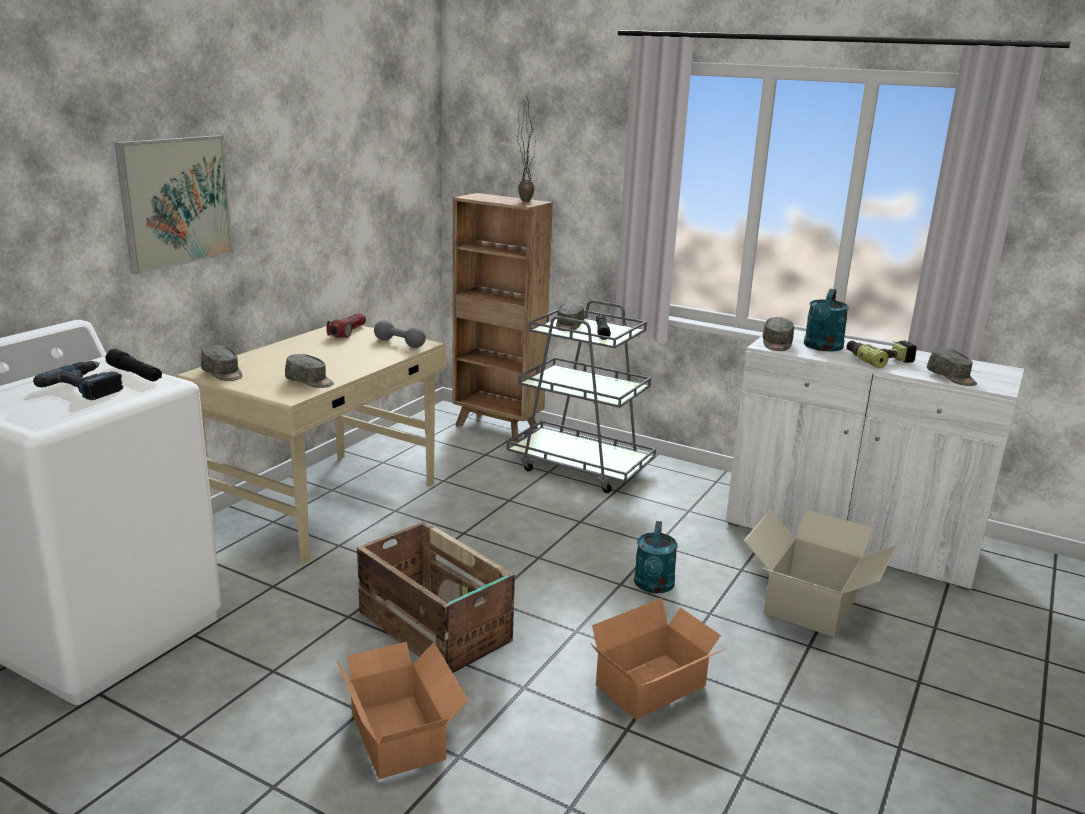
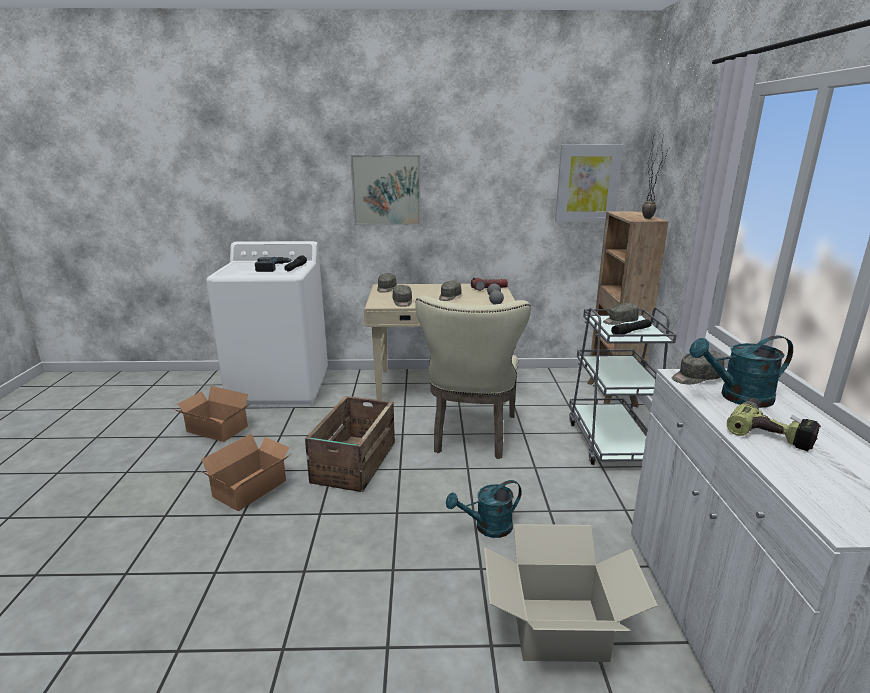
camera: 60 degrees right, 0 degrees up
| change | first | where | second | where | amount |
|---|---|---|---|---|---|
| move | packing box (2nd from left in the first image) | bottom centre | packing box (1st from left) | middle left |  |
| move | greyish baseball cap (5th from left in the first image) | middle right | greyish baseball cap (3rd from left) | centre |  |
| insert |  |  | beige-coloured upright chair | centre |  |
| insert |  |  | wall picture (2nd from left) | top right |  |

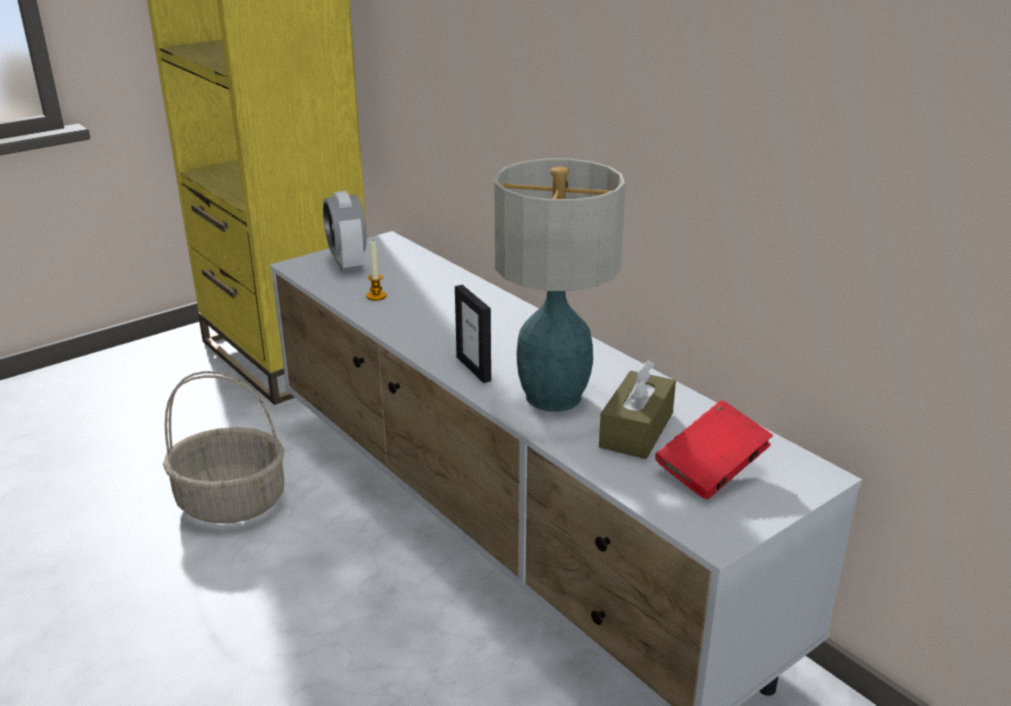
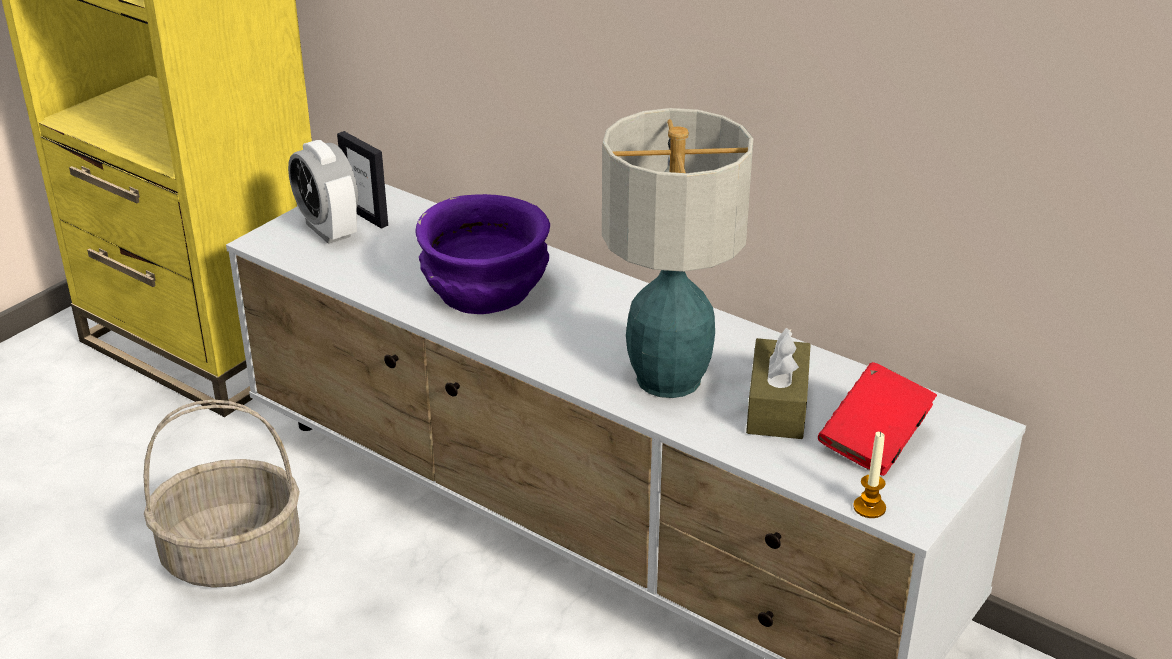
camera: 15 degrees left, 5 degrees up
| change | first | where | second | where | amount |
|---|---|---|---|---|---|
| move | candle | centre |  | bottom right |  |
| move | picture frame | centre |  | top left |  |
| insert |  |  | purple-coloured bowl | centre |  |

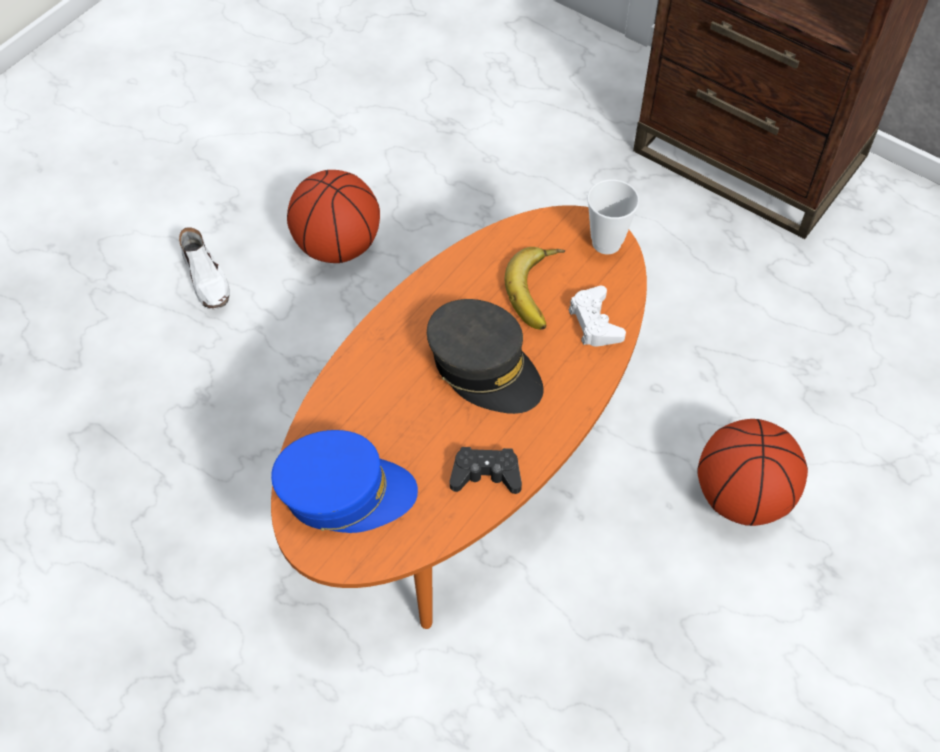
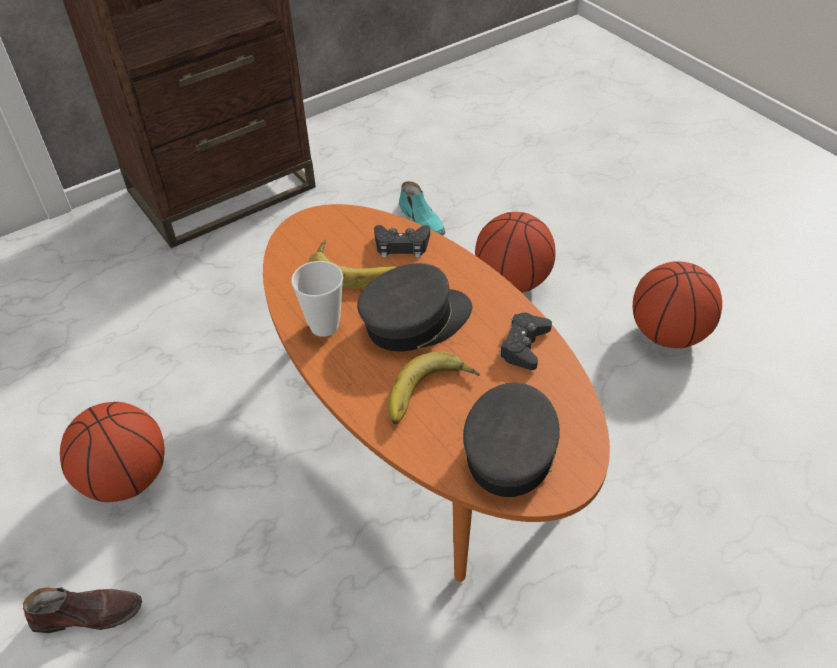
camera: 70 degrees left, 10 degrees down
| change | first | where | second | where | amount |
|---|---|---|---|---|---|
| recolor | whitish low shoe | middle left | brownish low shoe | bottom left |  |
| recolor | blue baseball cap | centre | greyish baseball cap (2nd from left) | centre |  |
| recolor | whitish gamepad | centre | black gamepad (1st from left) | centre |  |
| move | small cup | top centre |  | centre |  |
| insert |  |  | whole banana (2nd from left) | centre |  |
| insert |  |  | blue-green low shoe | top centre |  |
| insert |  |  | ball for basketball (3rd from left) | middle right |  |

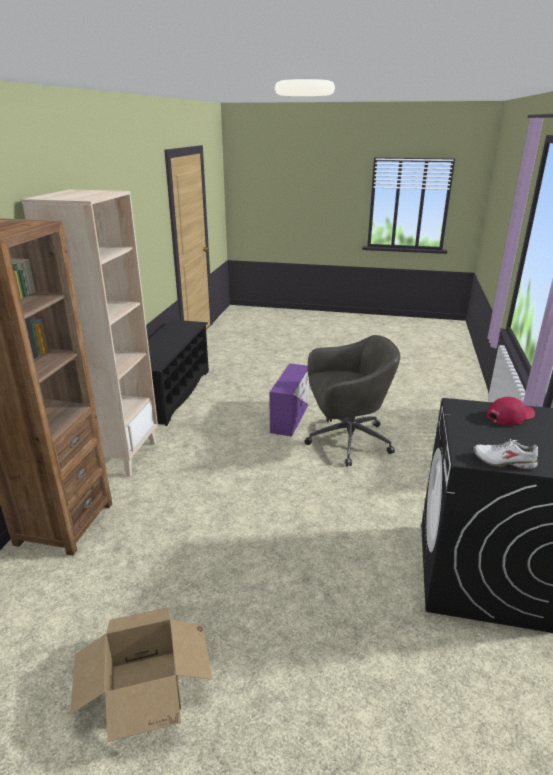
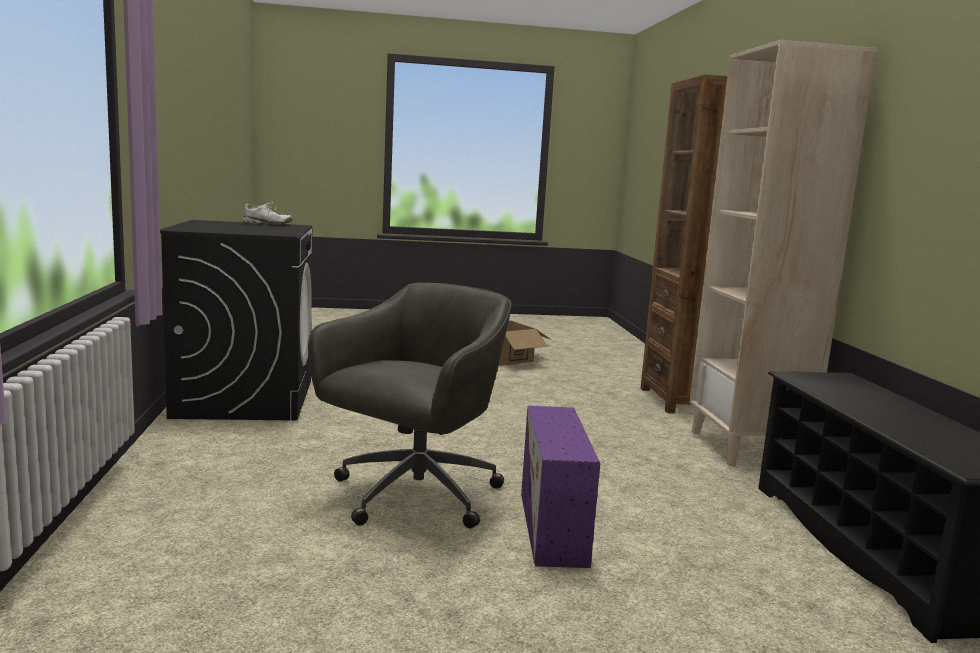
camera: 160 degrees right, 15 degrees down
| change | first | where | second | where | amount |
|---|---|---|---|---|---|
| rotate | greyish desk chair | centre |  | centre | 150 degrees clockwise |
| delete | red baseball cap | middle right |  |  |  |

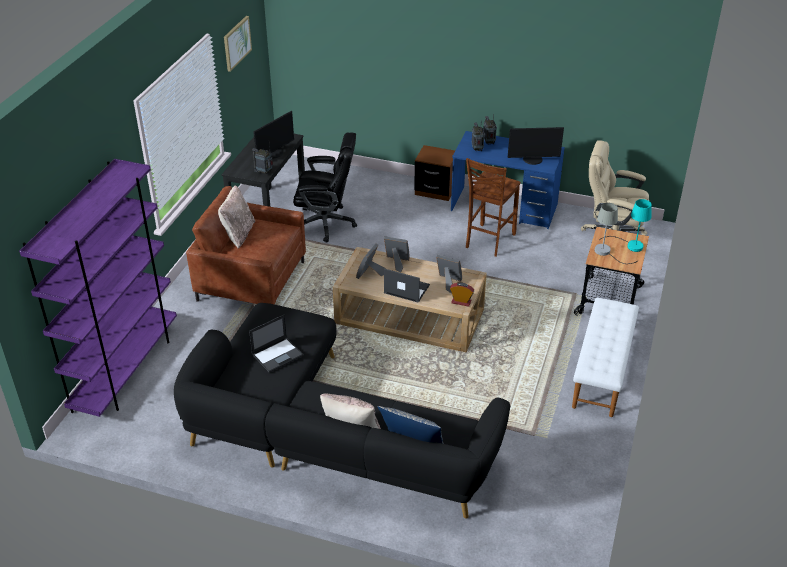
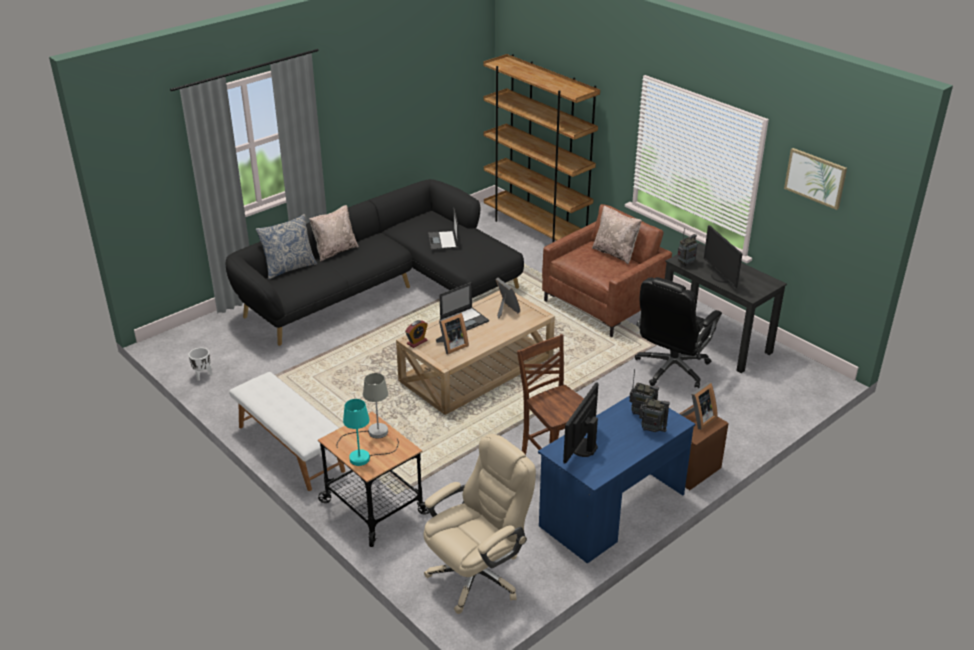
camera: 120 degrees right, 5 degrees down
| change | first | where | second | where | amount |
|---|---|---|---|---|---|
| recolor | purple-coloured bookcase | middle left | brownish bookcase | top centre |  |
| move | picture frame (2nd from left in the first image) | centre | picture frame (3rd from left) | middle right |  |
| insert |  |  | whitish plant pot | middle left |  |

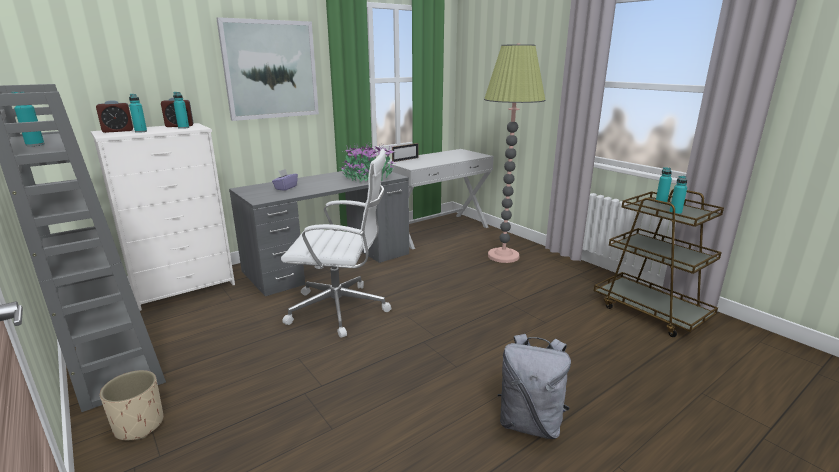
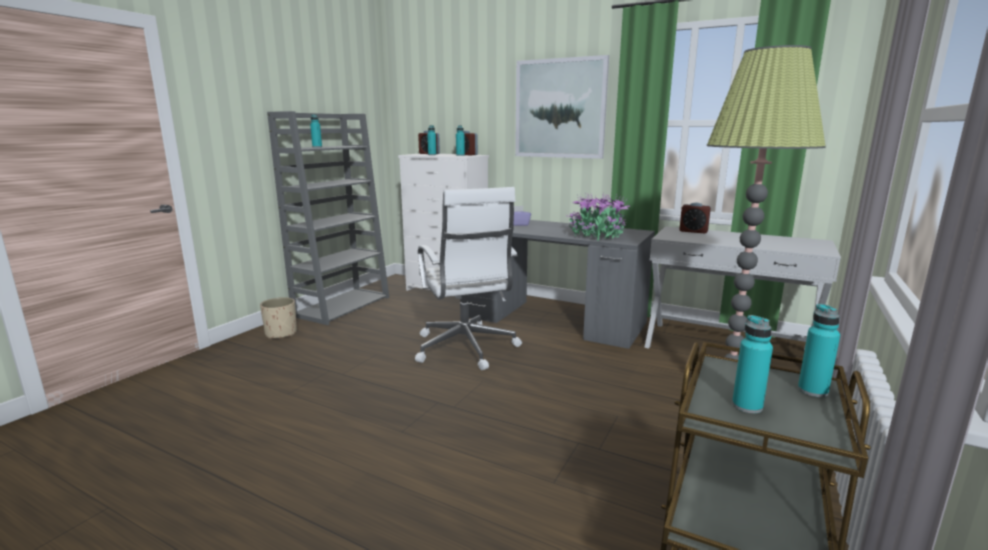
camera: 65 degrees right, 5 degrees down
| change | first | where | second | where | amount |
|---|---|---|---|---|---|
| replace | picture frame | top centre | bedside clock (3rd from left) | middle right |  |
| delete | greyish rucksack | bottom centre |  |  |  |

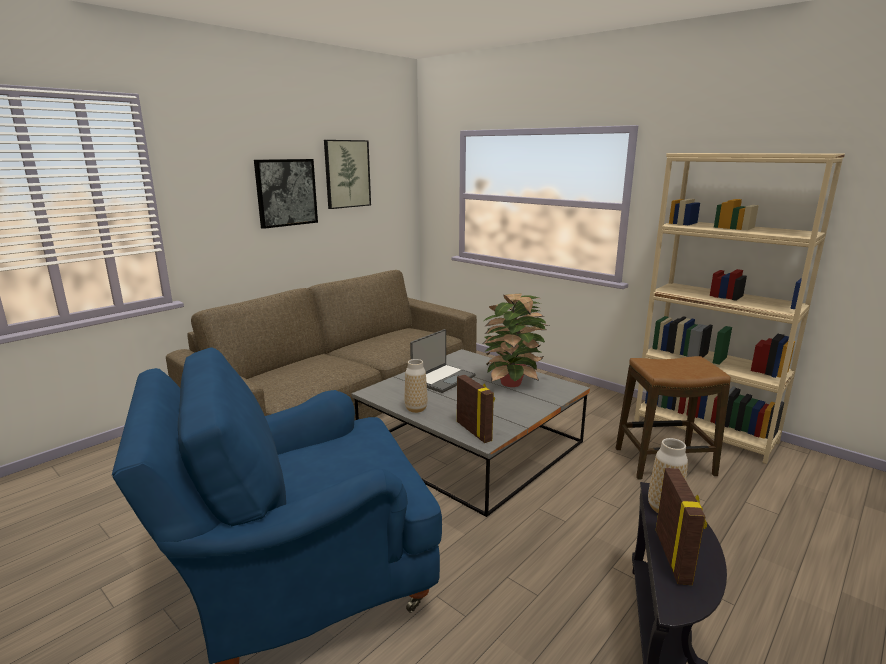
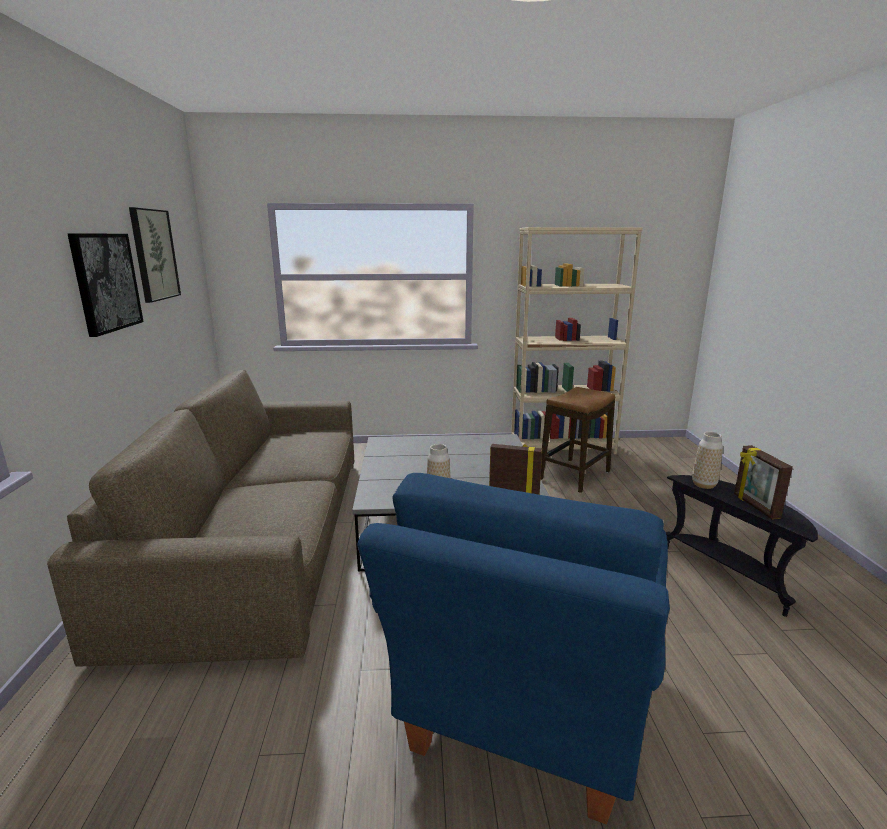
camera: 45 degrees left, 0 degrees up
| change | first | where | second | where | amount |
|---|---|---|---|---|---|
| delete | portable computer | centre |  |  |  |
| delete | plant in a pot | centre |  |  |  |
| rotate | picture frame (2nd from left) | bottom right |  | middle right | 150 degrees counterclockwise |

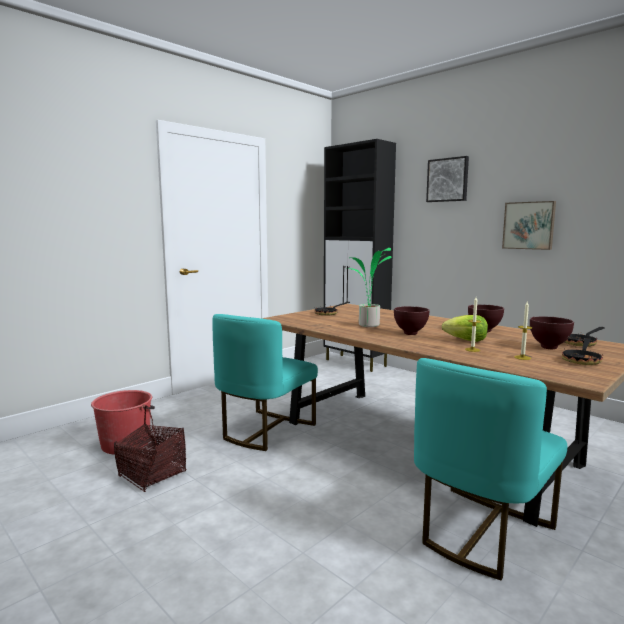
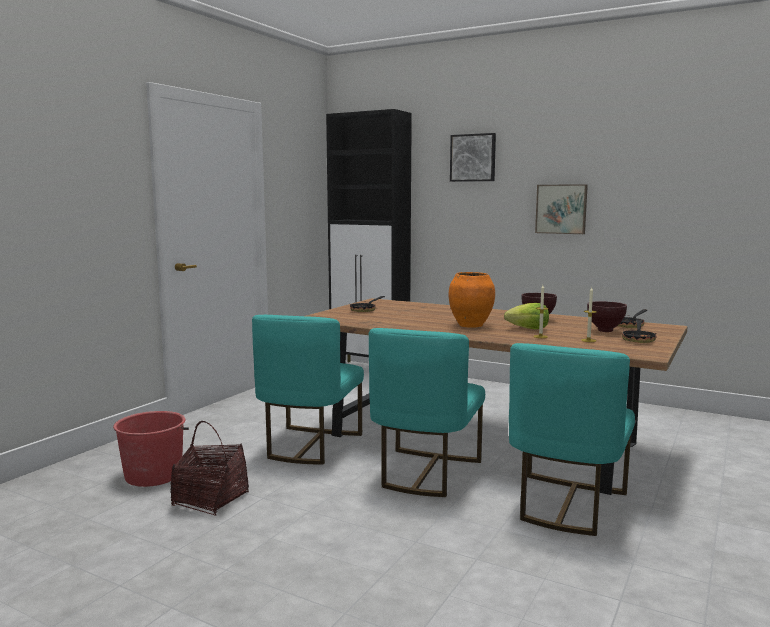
camera: 15 degrees left, 0 degrees up
| change | first | where | second | where | amount |
|---|---|---|---|---|---|
| delete | plant in a pot | centre |  |  |  |
| replace | brownish bowl (1st from left) | centre | orange flower vase | centre |  |
| insert |  |  | blue-green upright chair (2nd from left) | centre |  |

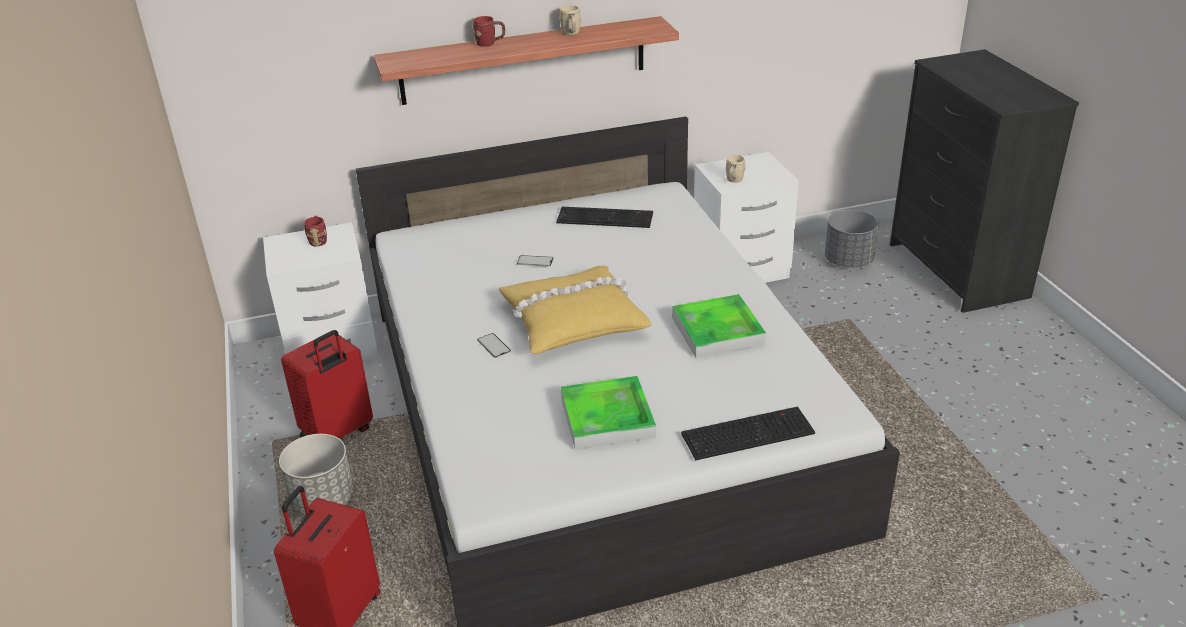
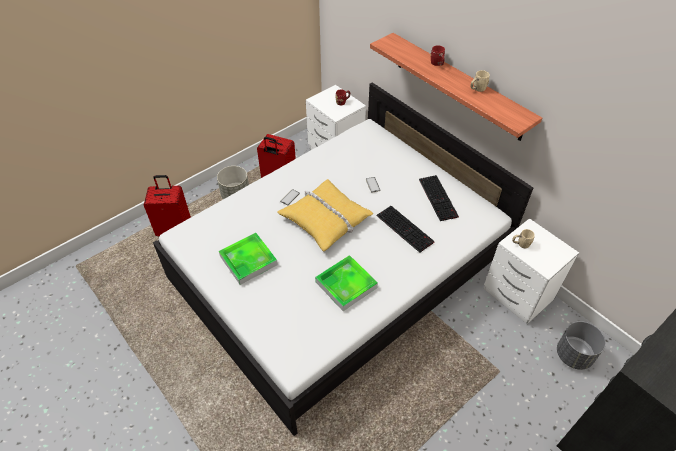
camera: 65 degrees right, 15 degrees up
| change | first | where | second | where | amount |
|---|---|---|---|---|---|
| move | computer keyboard (2nd from left in the first image) | bottom centre | computer keyboard (1st from left) | centre |  |

